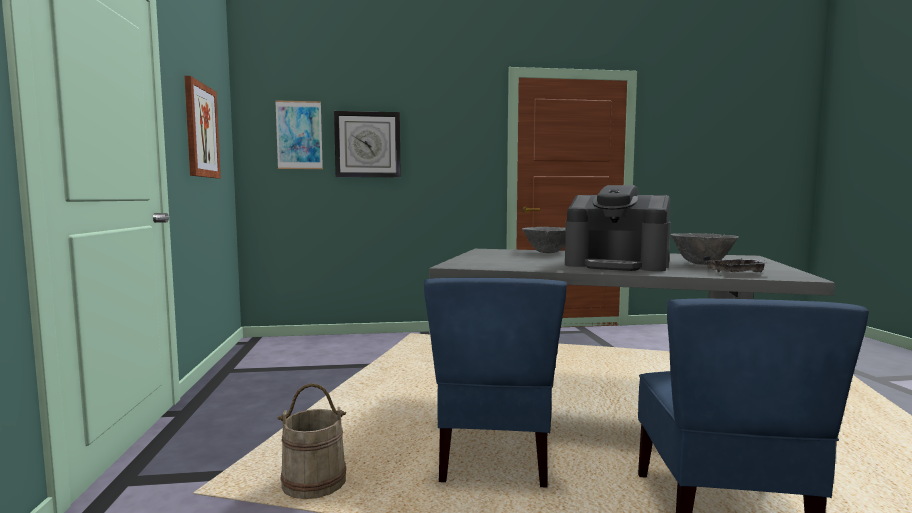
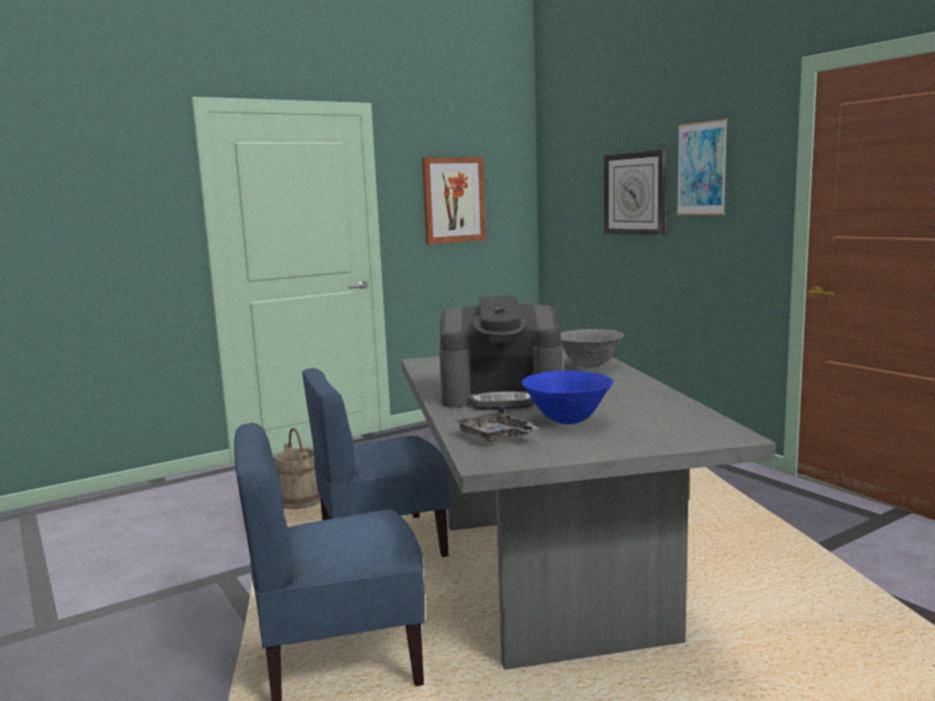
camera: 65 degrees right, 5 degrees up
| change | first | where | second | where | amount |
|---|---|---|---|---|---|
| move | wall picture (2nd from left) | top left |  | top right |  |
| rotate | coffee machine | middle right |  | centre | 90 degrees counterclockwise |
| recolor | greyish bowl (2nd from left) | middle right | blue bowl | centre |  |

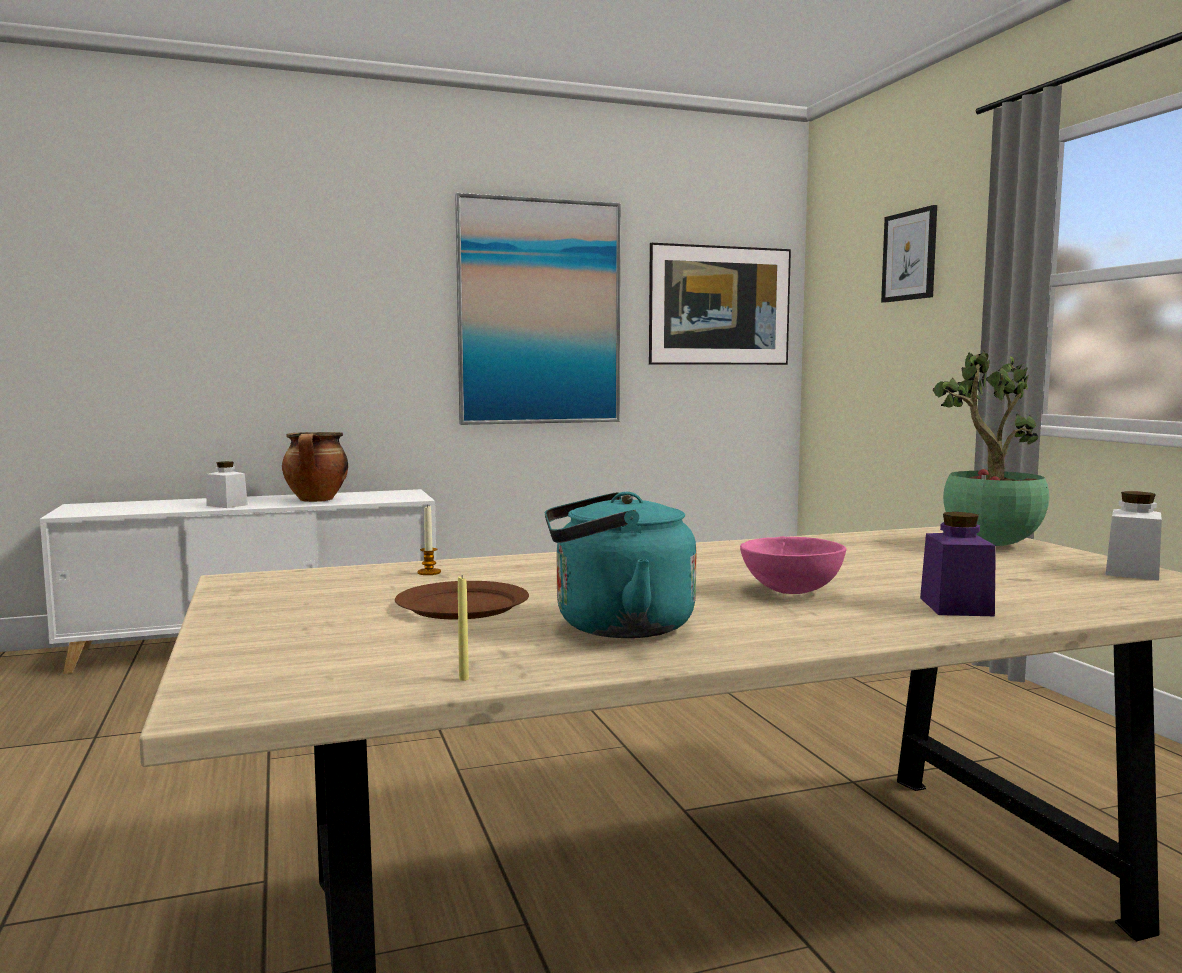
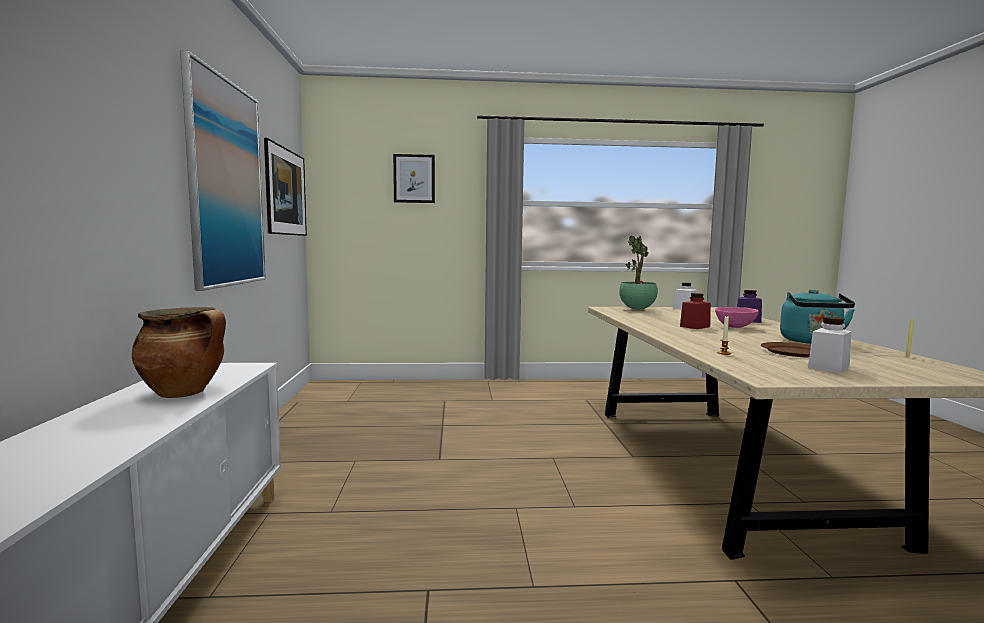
camera: 75 degrees left, 0 degrees up
| change | first | where | second | where | amount |
|---|---|---|---|---|---|
| move | whitish preserve jar (1st from left in the first image) | middle left | whitish preserve jar (2nd from left) | middle right |  |
| insert |  |  | red preserve jar | middle right |  |

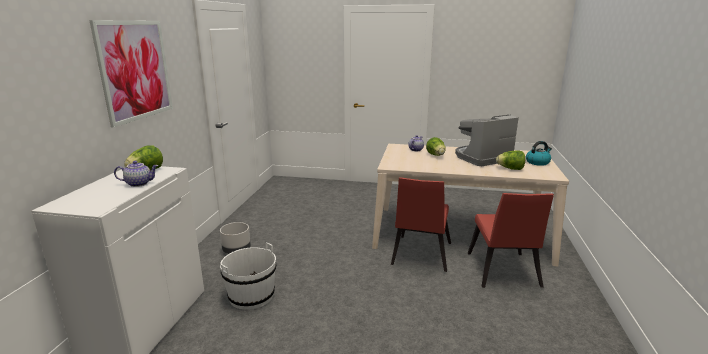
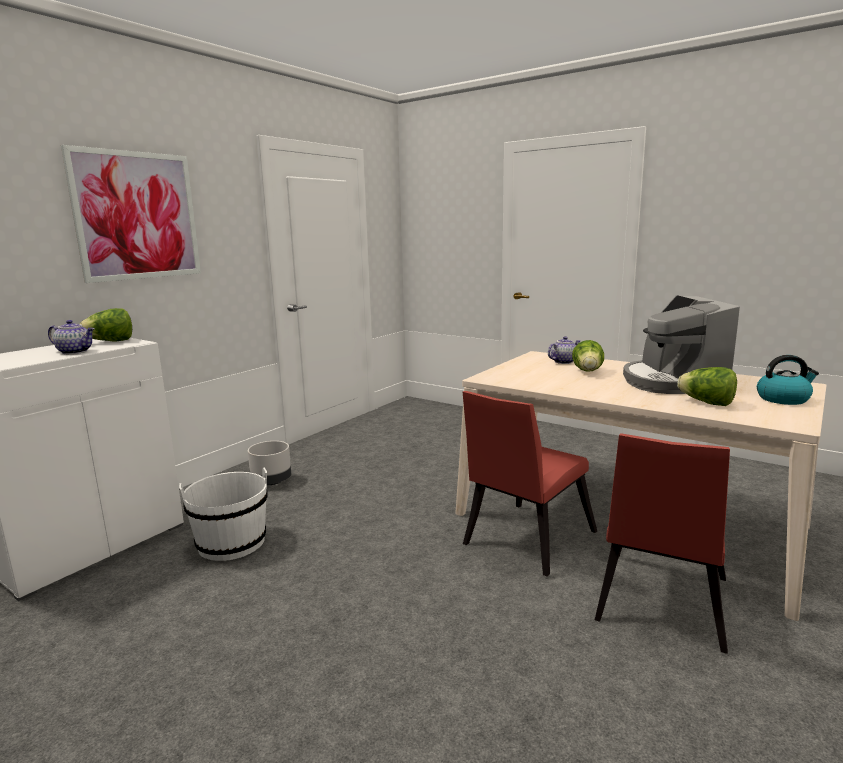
camera: 25 degrees right, 5 degrees down
| change | first | where | second | where | amount |
|---|---|---|---|---|---|
| rotate | coffee machine | middle right |  | middle right | 90 degrees counterclockwise |

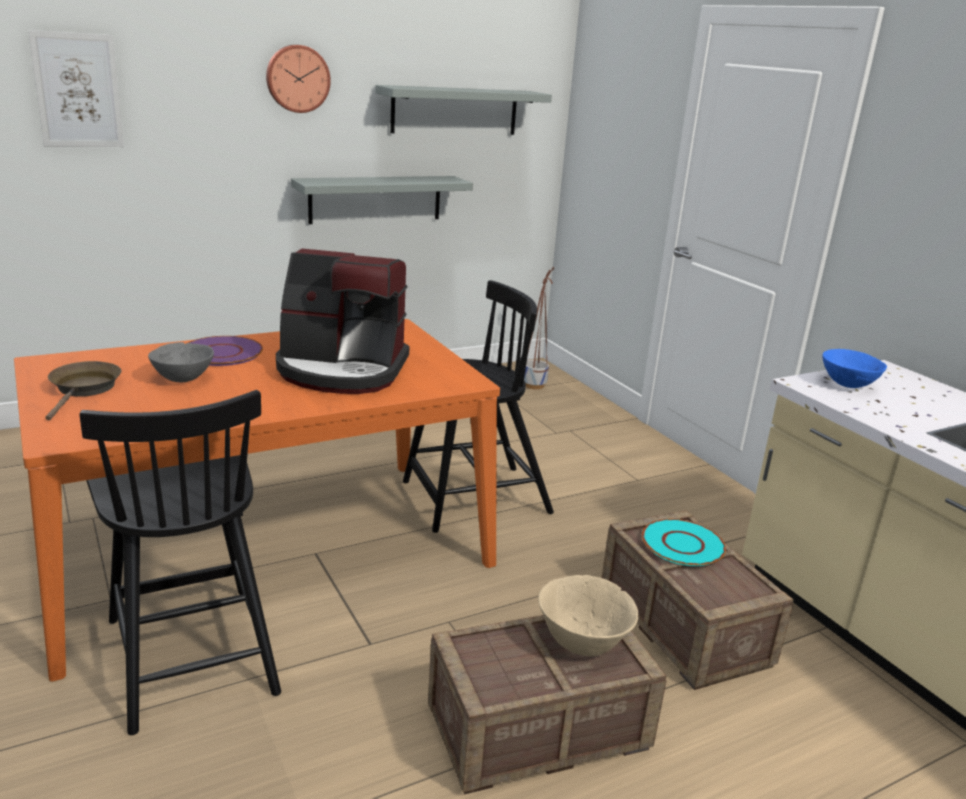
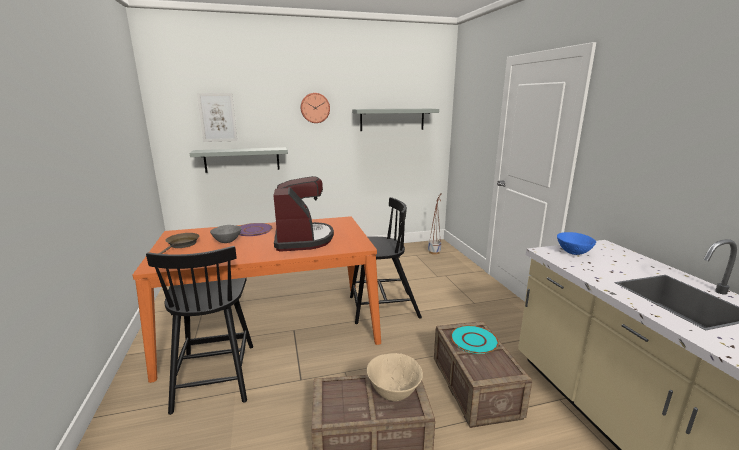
camera: 15 degrees right, 5 degrees down
| change | first | where | second | where | amount |
|---|---|---|---|---|---|
| rotate | coffee machine | centre |  | centre | 120 degrees counterclockwise |
| move | greyish shelf (1st from left) | top centre |  | middle left |  |

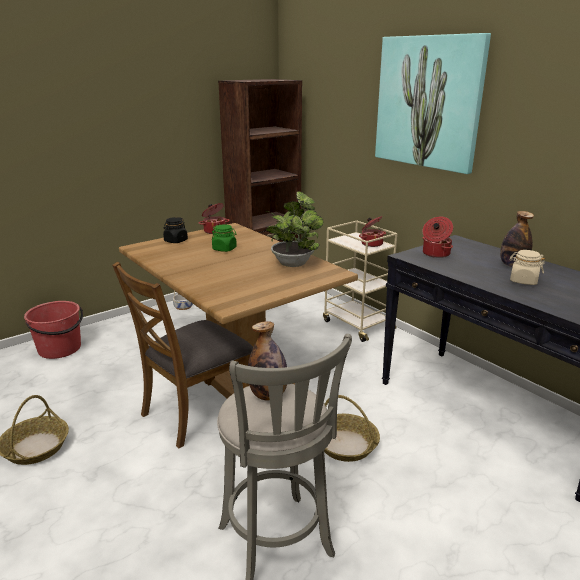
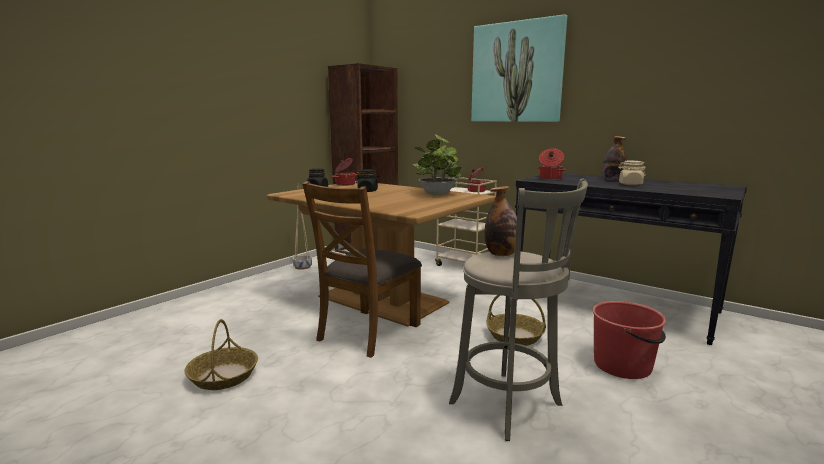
camera: 15 degrees left, 10 degrees down
| change | first | where | second | where | amount |
|---|---|---|---|---|---|
| move | red water bucket | middle left |  | bottom right |  |
| recolor | green preserve jar | centre | black preserve jar (2nd from left) | centre |  |

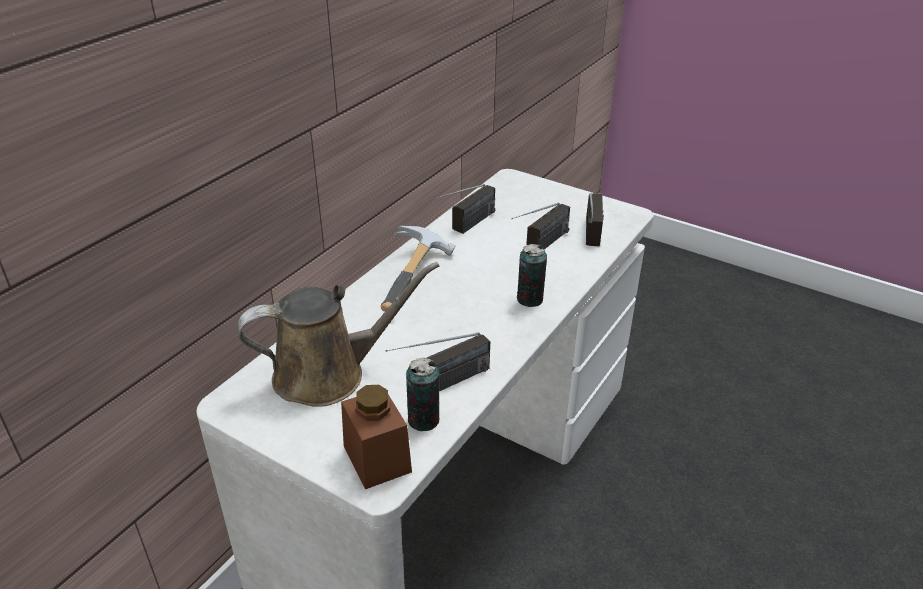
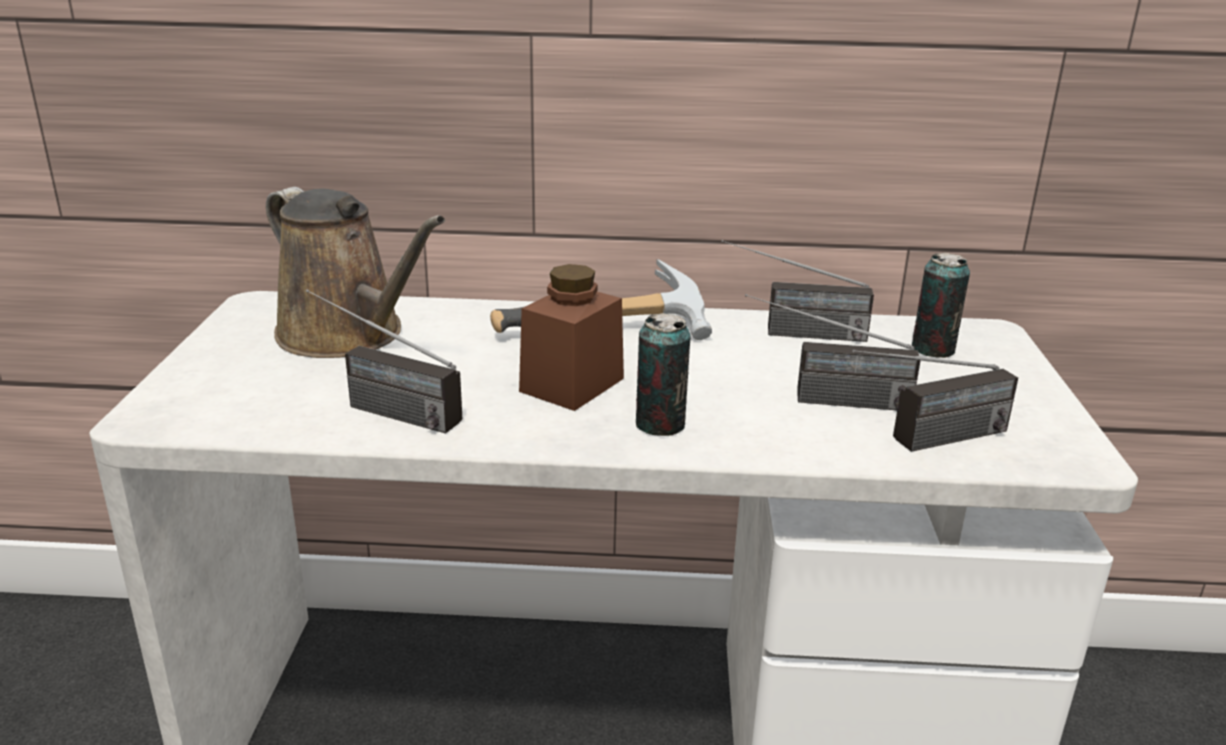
camera: 60 degrees right, 10 degrees down
| change | first | where | second | where | amount |
|---|---|---|---|---|---|
| move | brownish preserve jar | bottom centre |  | centre |  |
| move | sealed can (1st from left in the first image) | bottom centre | sealed can (2nd from left) | middle right |  |

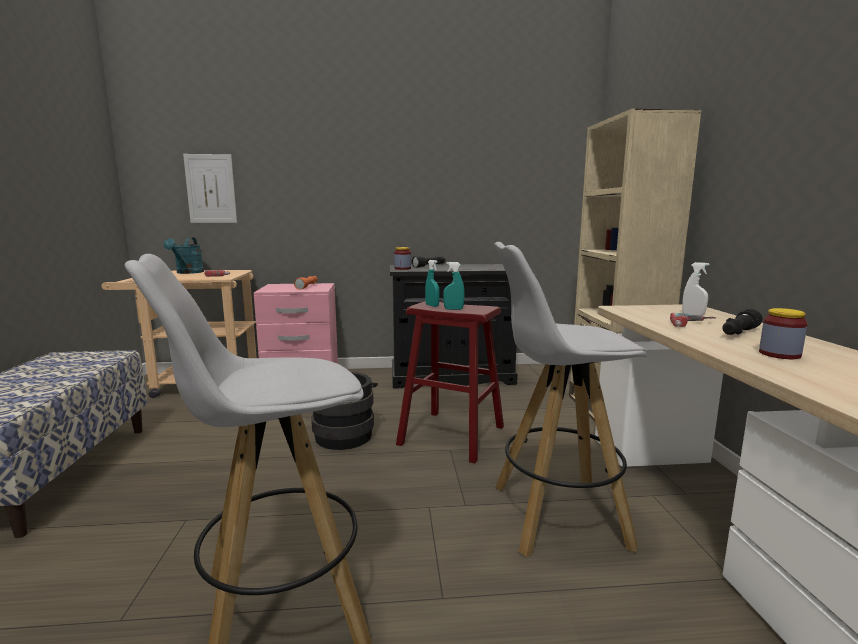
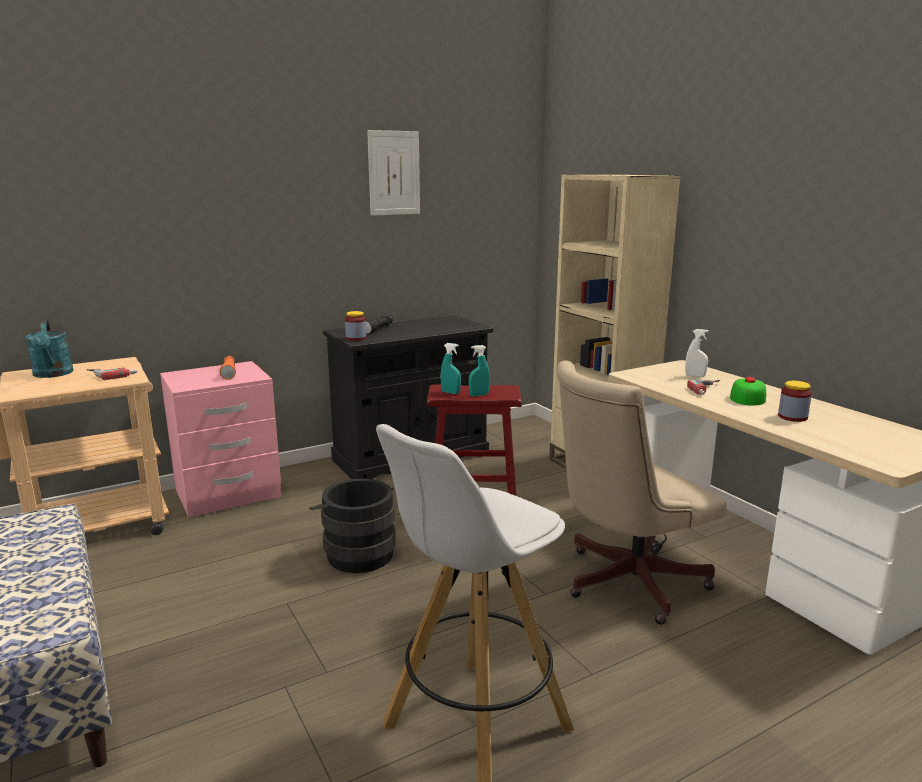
camera: 25 degrees left, 5 degrees up
| change | first | where | second | where | amount |
|---|---|---|---|---|---|
| move | wall picture | top left |  | top centre |  |
| replace | whitish stool seat (2nd from left) | centre | beige-coloured desk chair | middle right |  |
| replace | black flashlight (2nd from left) | middle right | baseball cap | middle right |  |

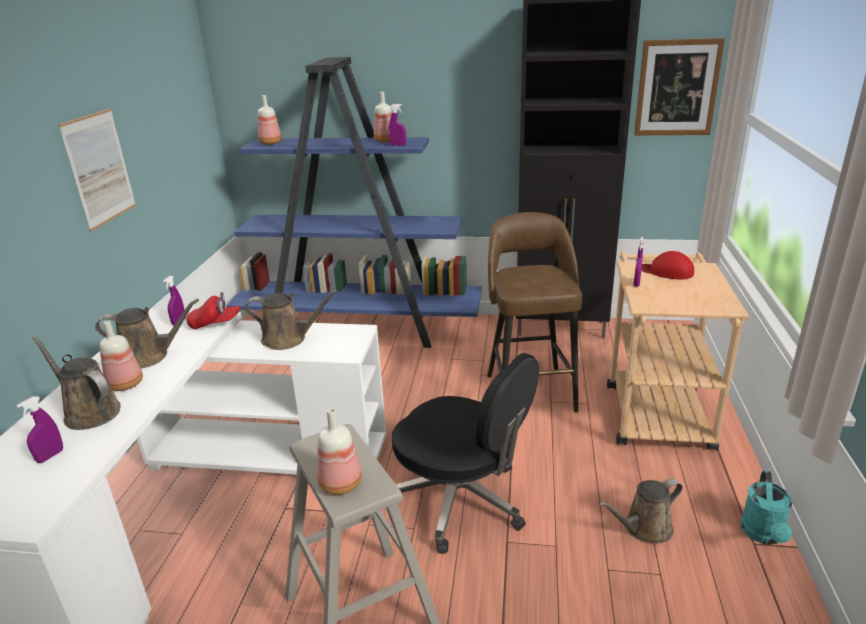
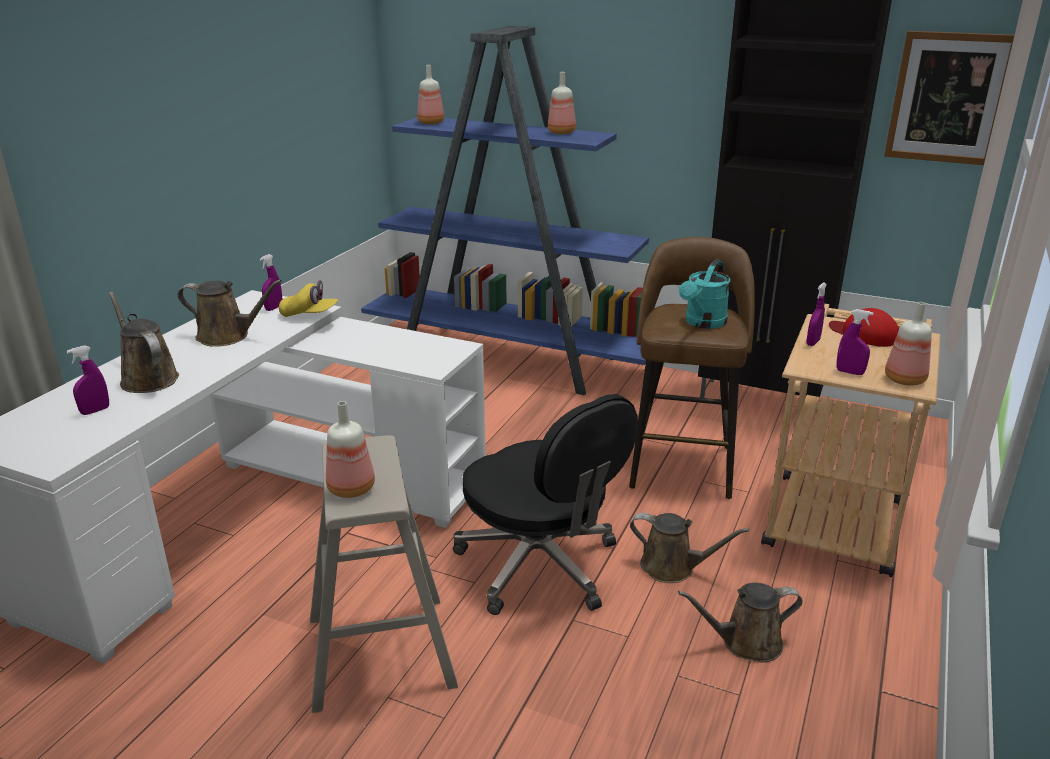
camera: 15 degrees right, 0 degrees up
| change | first | where | second | where | amount |
|---|---|---|---|---|---|
| delete | wall picture (1st from left) | top left |  |  |  |
| move | drink bottle (1st from left in the first image) | middle left | drink bottle (4th from left) | middle right |  |
| recolor | red baseball cap (1st from left) | middle left | yellow baseball cap | middle left |  |
| move | brownish sprinkling can (3rd from left) | centre |  | bottom centre |  |
| move | purple-coloured spray bottle (3rd from left in the first image) | top centre | purple-coloured spray bottle (4th from left) | middle right |  |
| move | blue-green sprinkling can | bottom right |  | middle right |  |

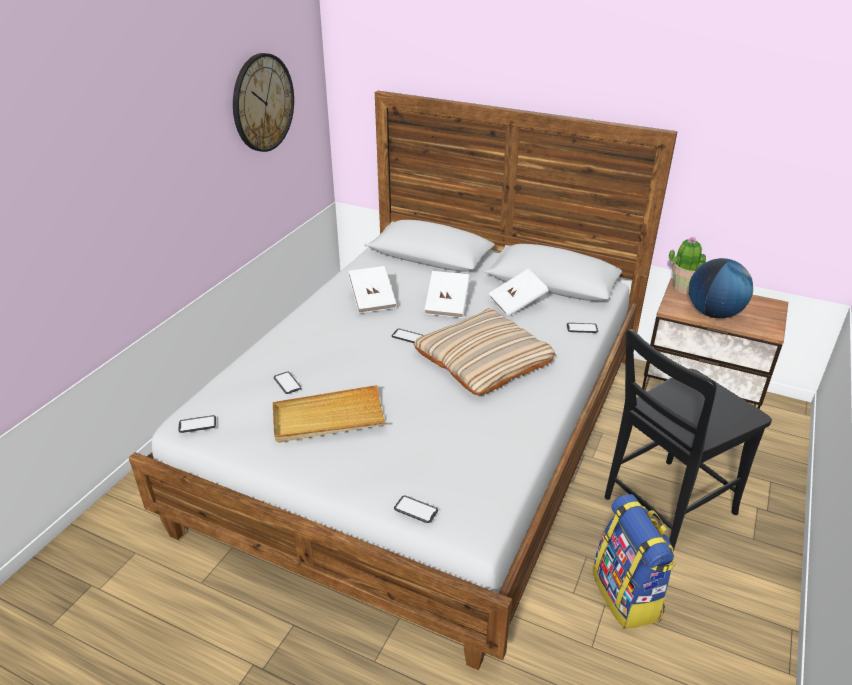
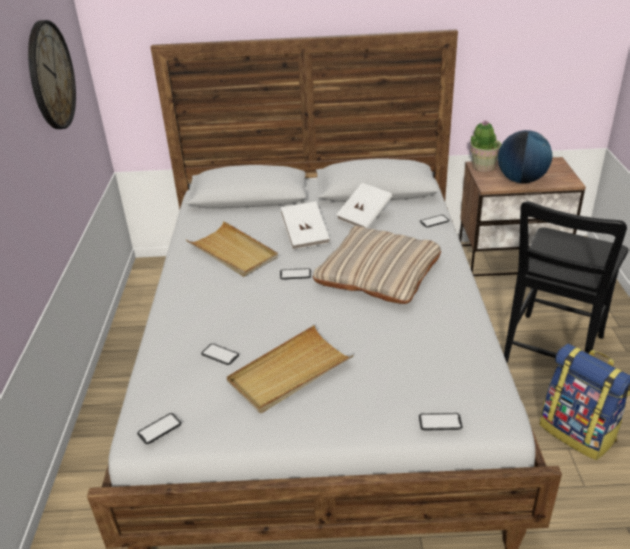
camera: 25 degrees left, 0 degrees up
| change | first | where | second | where | amount |
|---|---|---|---|---|---|
| replace | whitish book (1st from left) | centre | beige-coloured carrying tray (1st from left) | centre |  |

